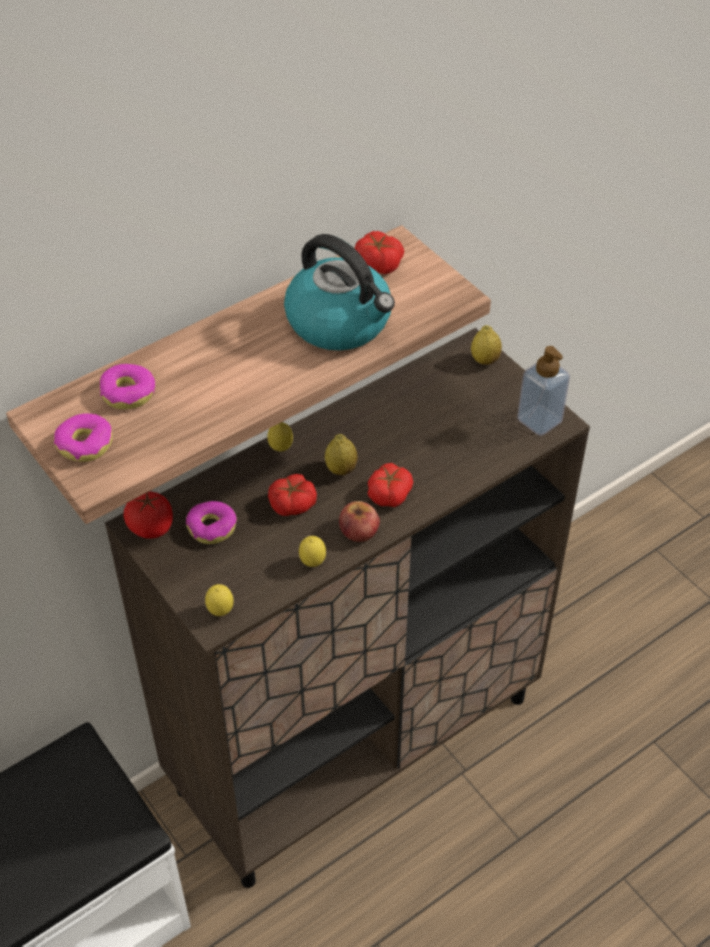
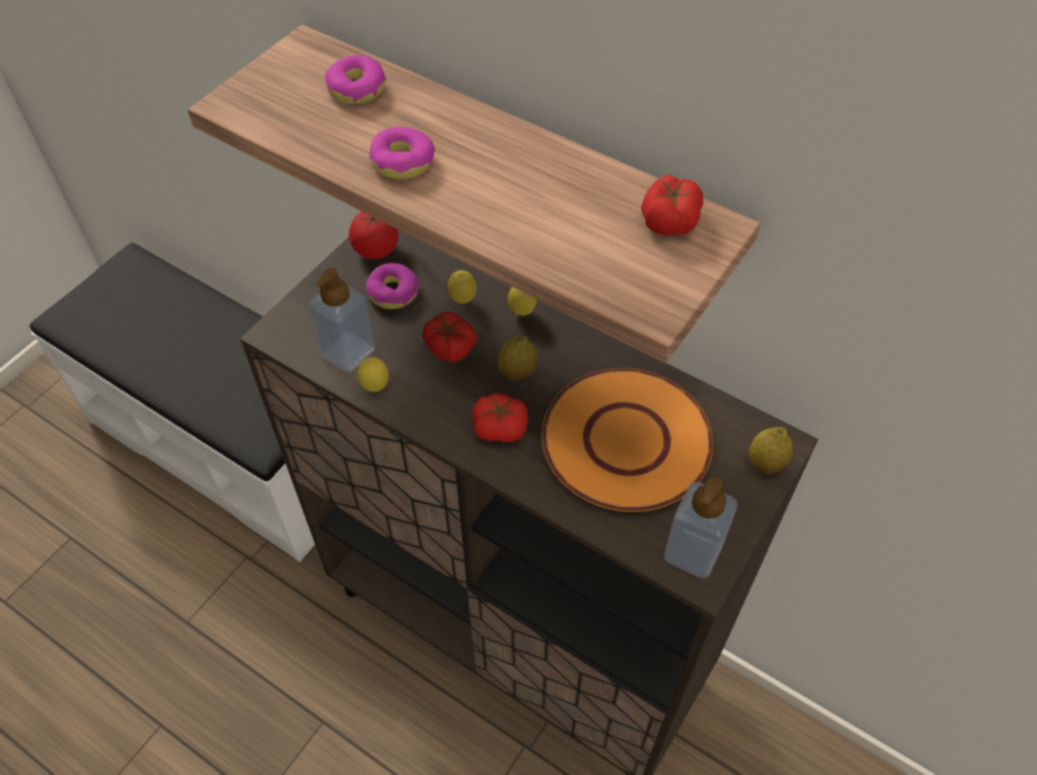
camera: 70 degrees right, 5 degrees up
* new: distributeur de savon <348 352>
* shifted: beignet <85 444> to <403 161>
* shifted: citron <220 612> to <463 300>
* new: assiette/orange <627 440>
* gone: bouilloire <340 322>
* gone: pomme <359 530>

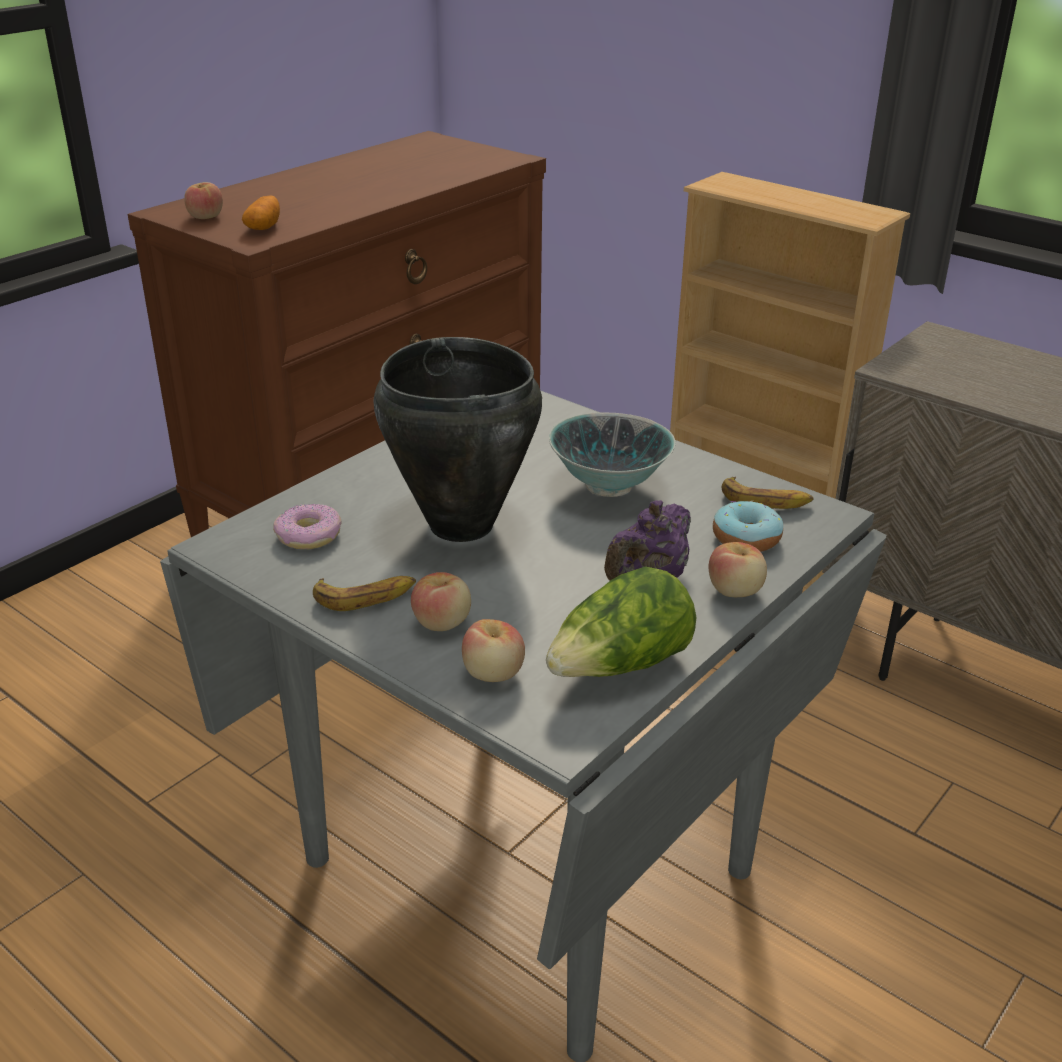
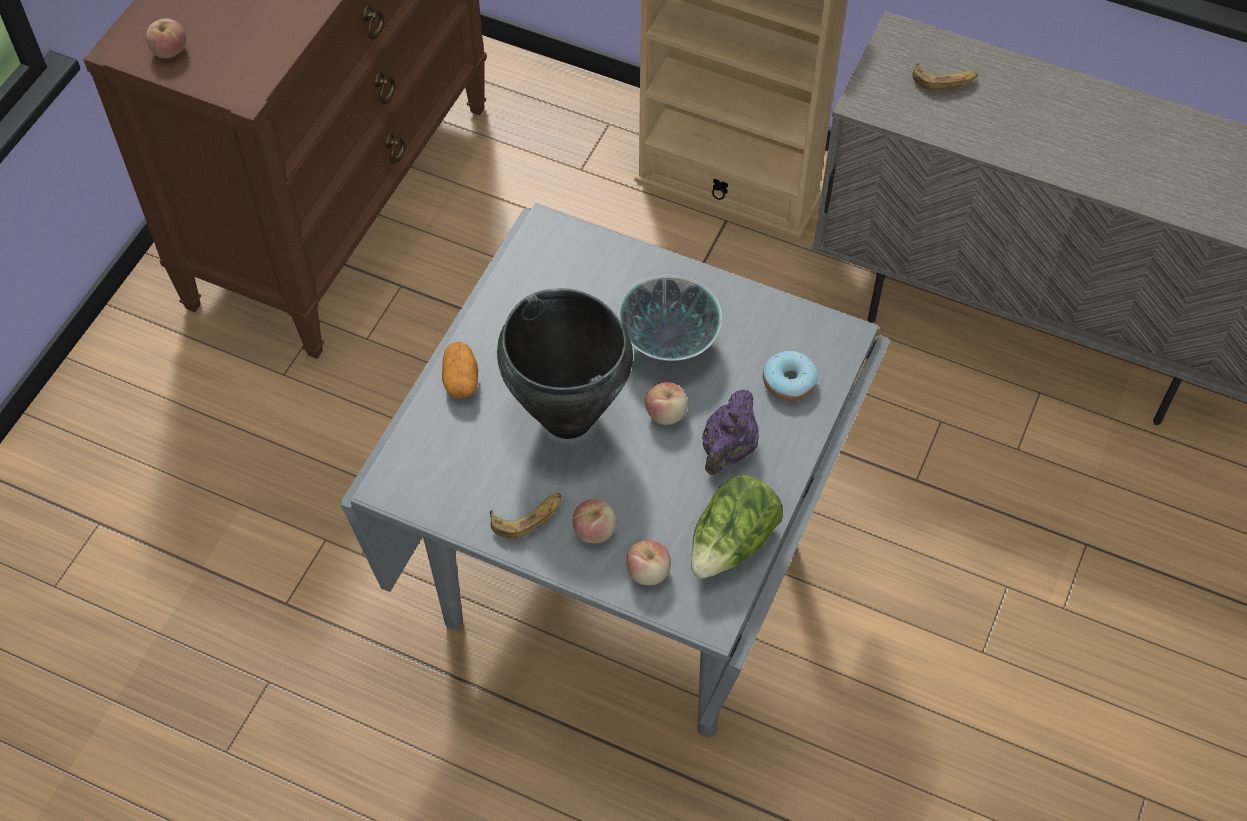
camera: 15 degrees left, 25 degrees up
* shifted: pomme de terre <263 227> to <461 379>
* shifted: pomme <735 591> to <666 414>
* shifted: banane <765 501> to <944 80>
* gone: beignet <309 536>

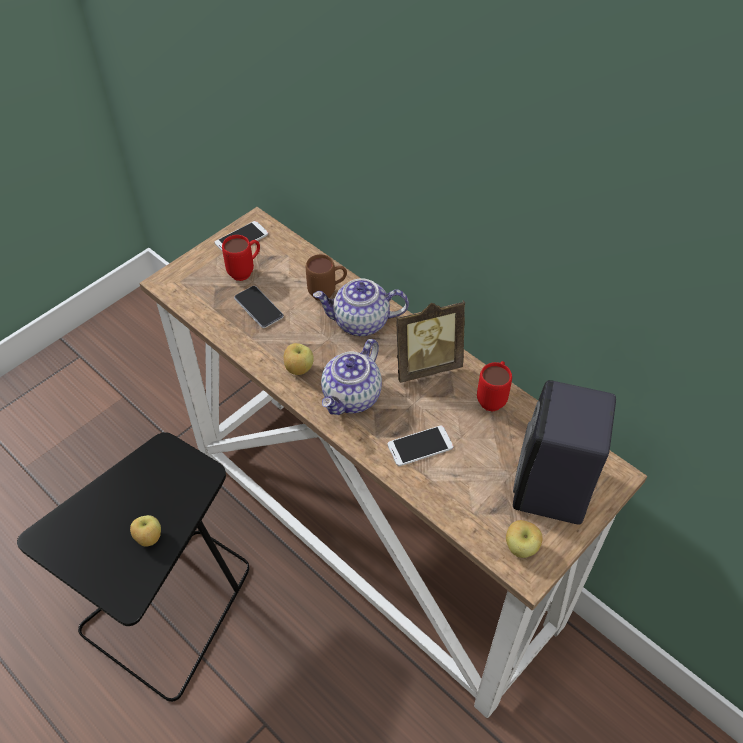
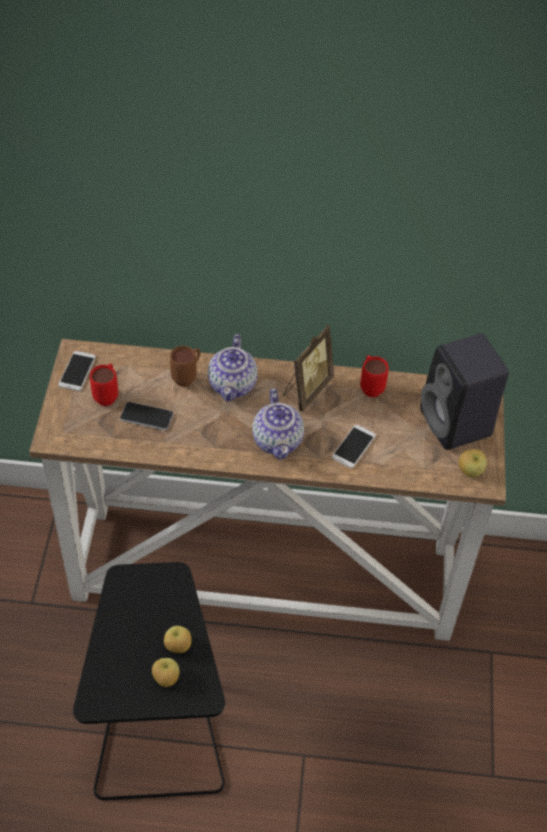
camera: 40 degrees left, 0 degrees up
* shifted: pomme <299 369> to <166 679>
* rotated: théière <360 322> = <233 385> 45 degrees counterclockwise

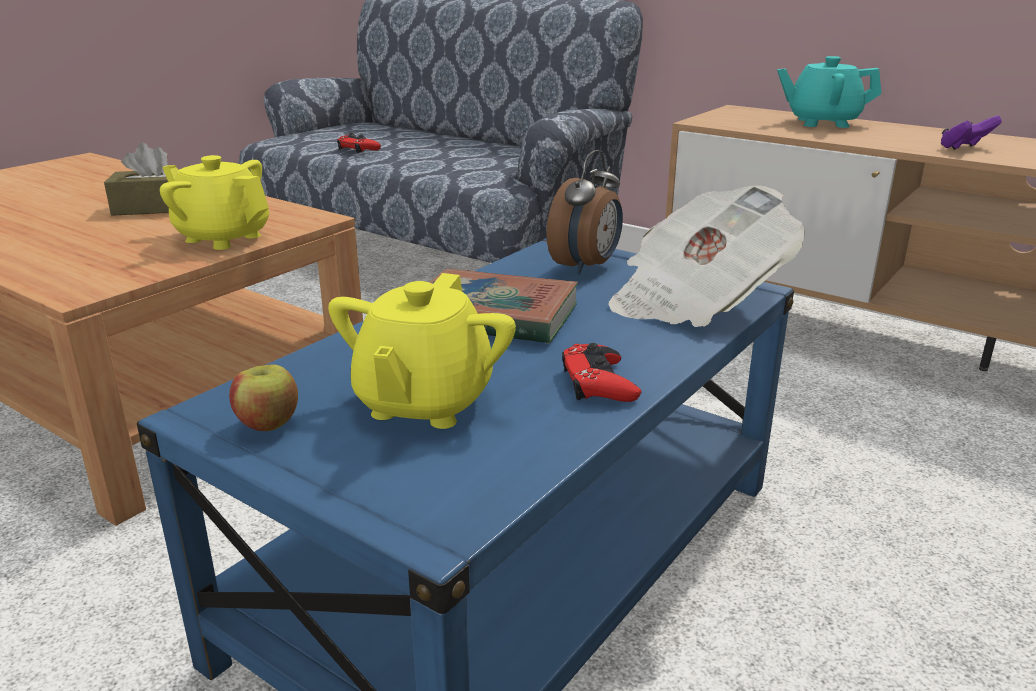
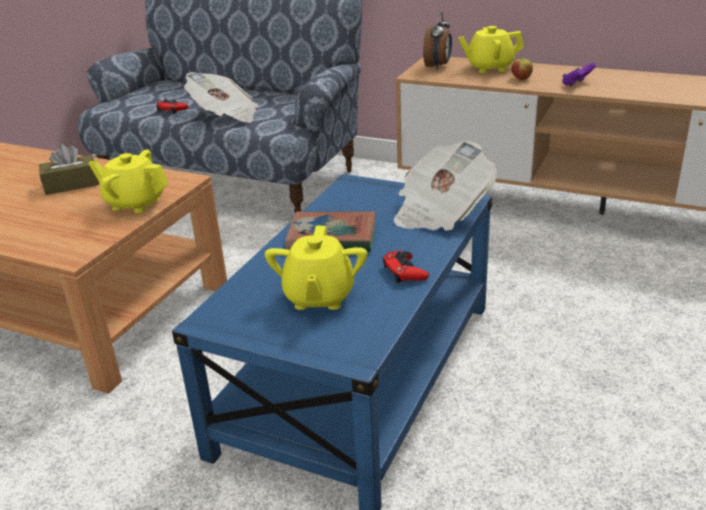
camera: 10 degrees left, 5 degrees up
* new: journal <225 115>
* shifted: réveil <586 267> to <438 66>
* repainted: théière/turquoise <822 123> to théière/jaune <489 68>
* shifted: pomme <267 424> to <521 78>

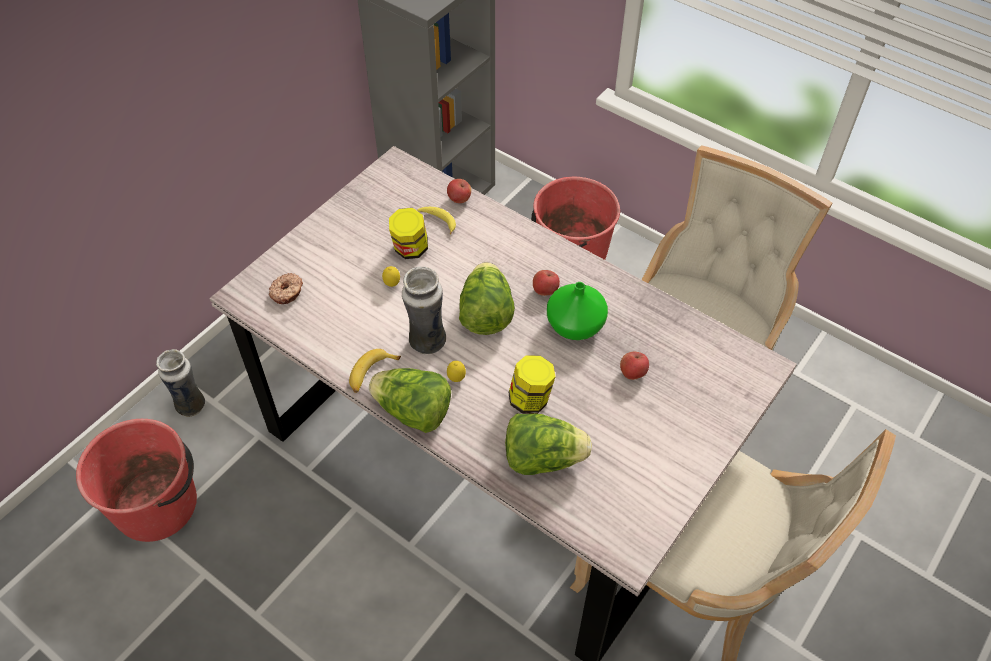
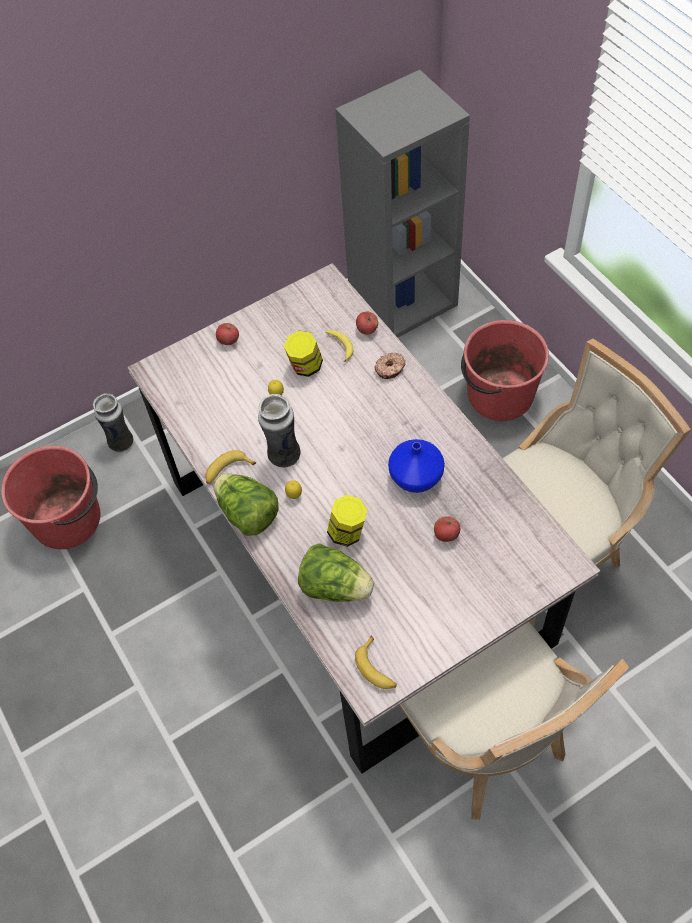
camera: 25 degrees right, 5 degrees up
* shifted: pomme <545 291> to <228 341>
* new: banane <377 668>
* shifted: beignet <287 292> to <390 369>
* repainted: vase/vert <576 325> to vase/bleu <417 476>
* gone: laitue <485 314>

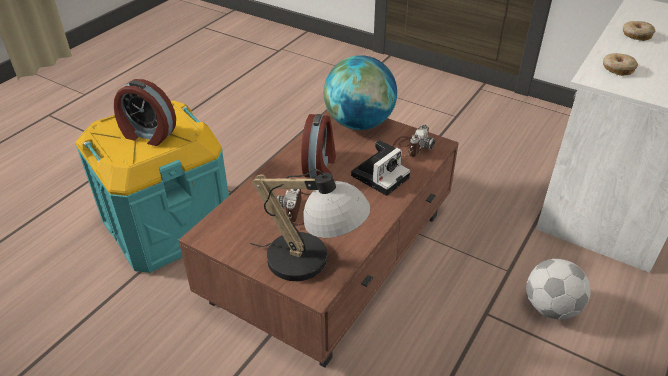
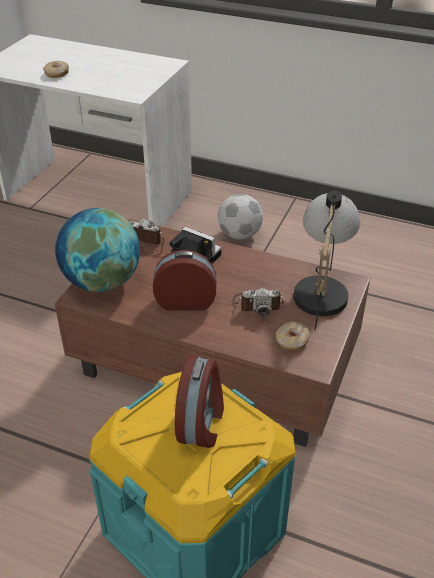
camera: 100 degrees left, 0 degrees up
* shifted: beignet <617 69> to <292 341>

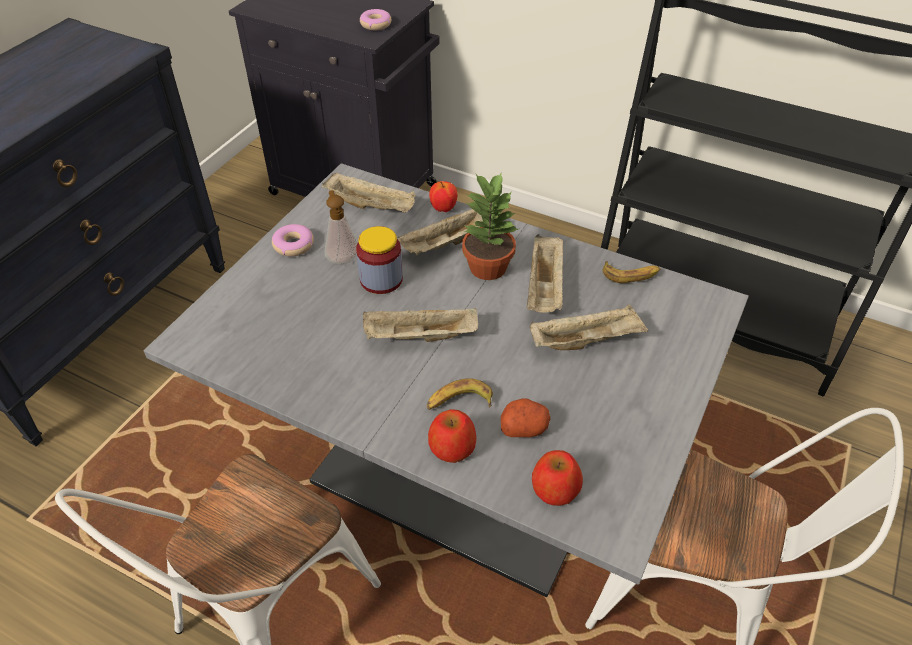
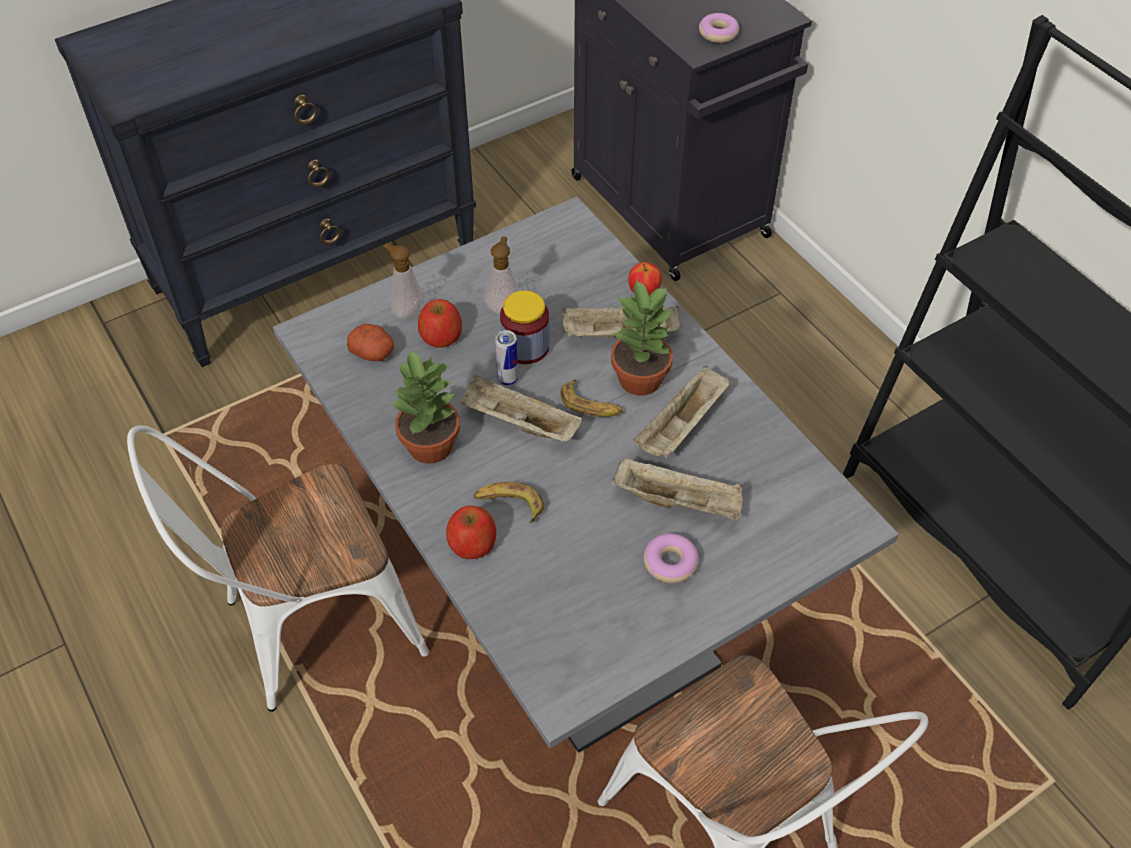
camera: 30 degrees right, 5 degrees up
* shifted: pomme de terre <524 427> to <373 352>
* new: distributeur de savon <406 311>
* new: plante en pot <430 447>
* shifted: pomme <555 488> to <441 335>
* new: boîte métallique <507 379>
* shifted: banane <631 275> to <591 405>
* shifted: beignet <293 245> to <670 562>
* gone: plateau/beige <372 206>

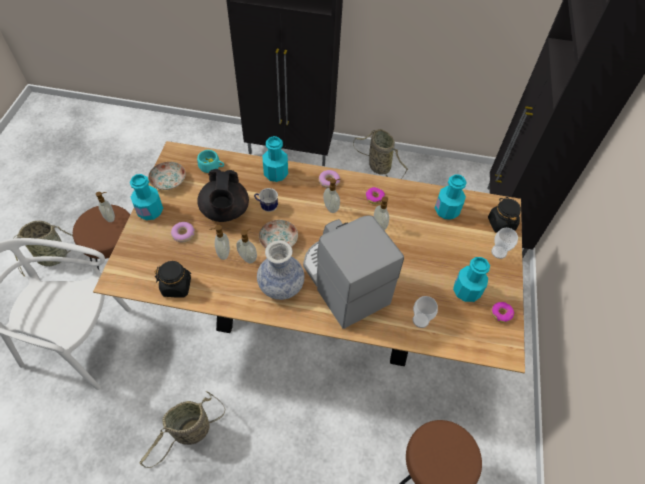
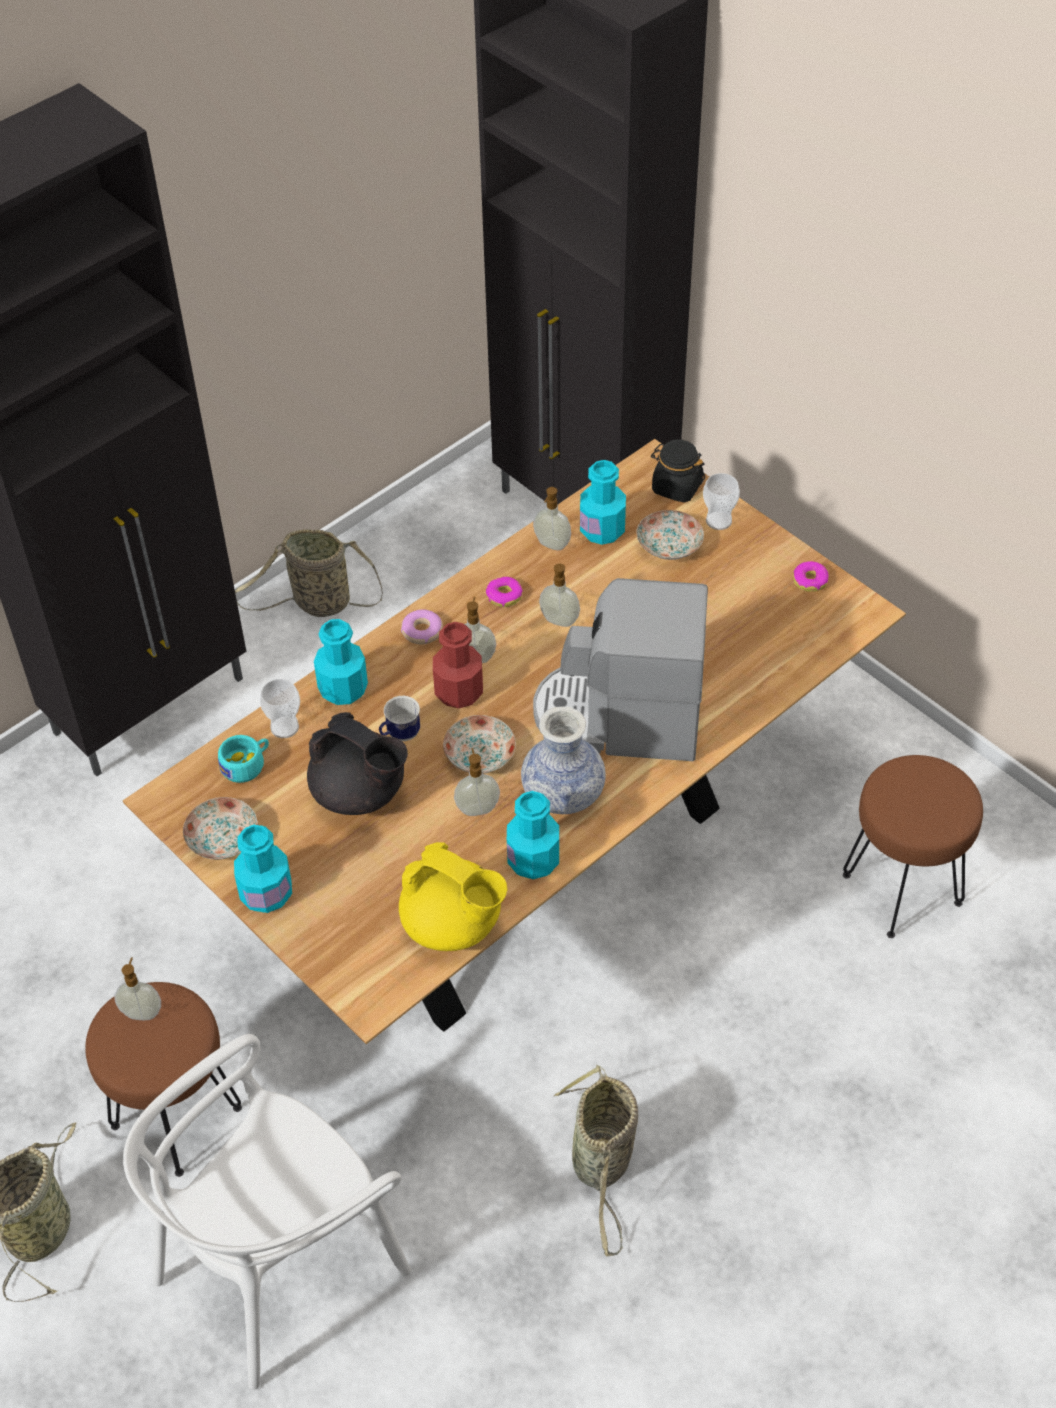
camera: 50 degrees left, 5 degrees down
* shifted: tasse <420 320> to <284 727>
* swapped: bocal/noir <177 286> to théière/jaune <453 924>
* new: bouteille/rouge <459 691>
* shifted: bouteille/turquoise <466 291> to <533 860>
* shifted: distributeur de savon <223 253> to <551 544>
* new: assiette <670 545>
* gone: beignet <183 234>

